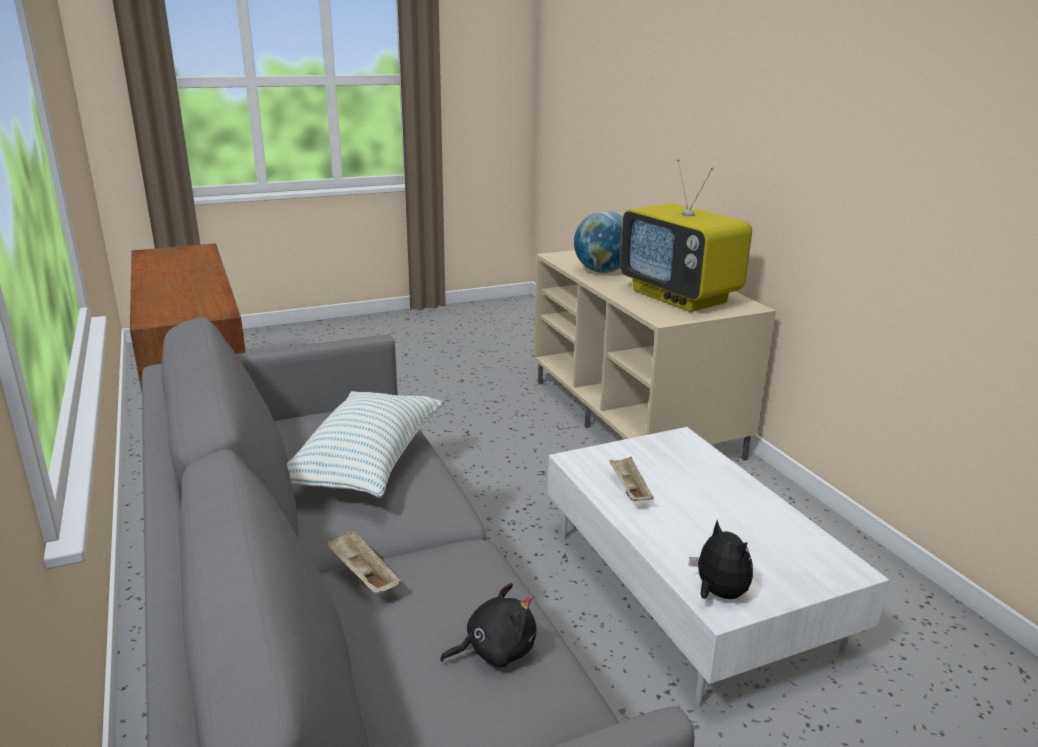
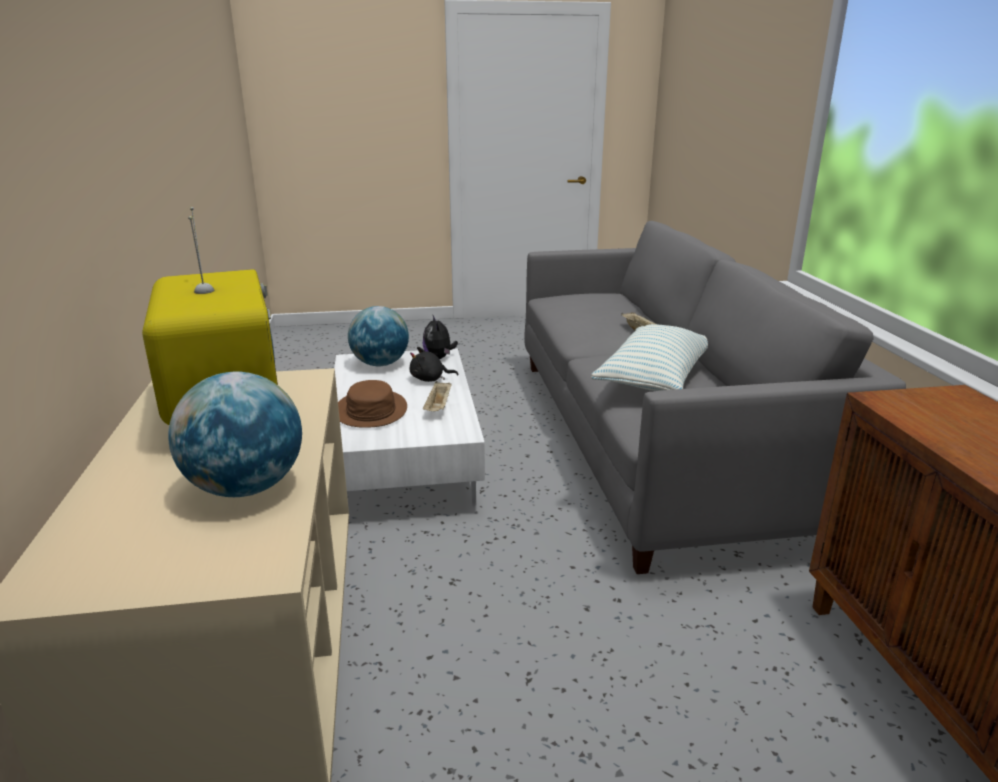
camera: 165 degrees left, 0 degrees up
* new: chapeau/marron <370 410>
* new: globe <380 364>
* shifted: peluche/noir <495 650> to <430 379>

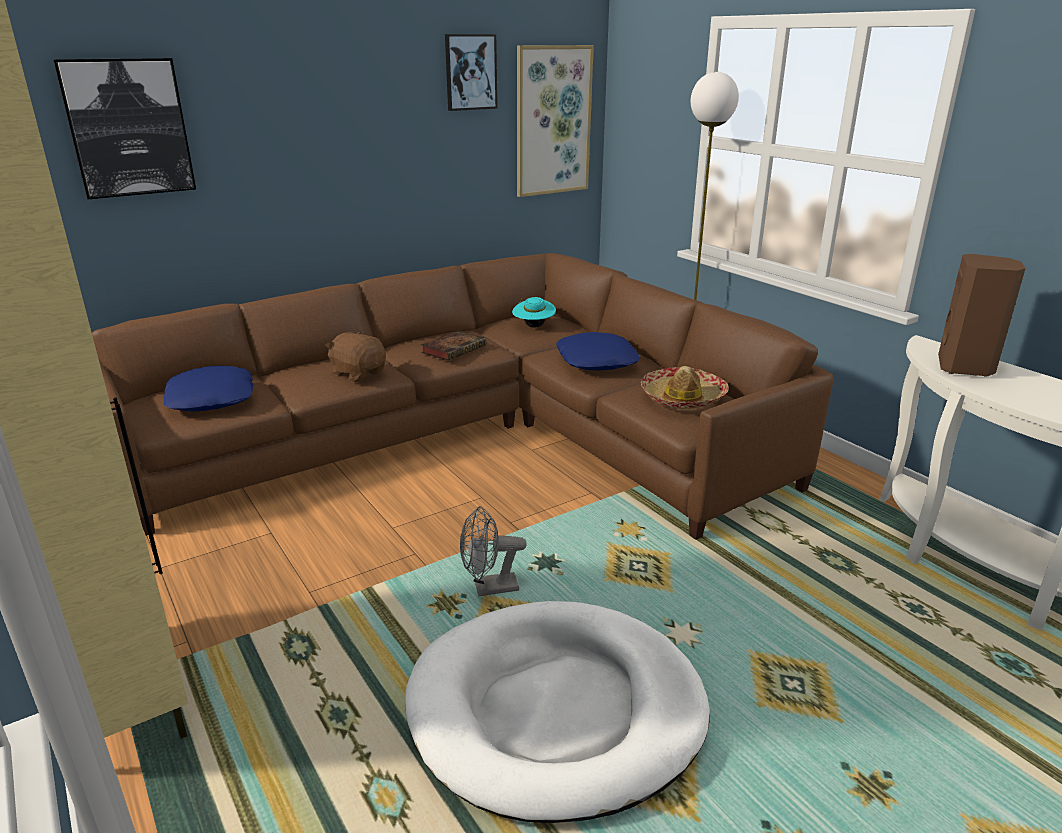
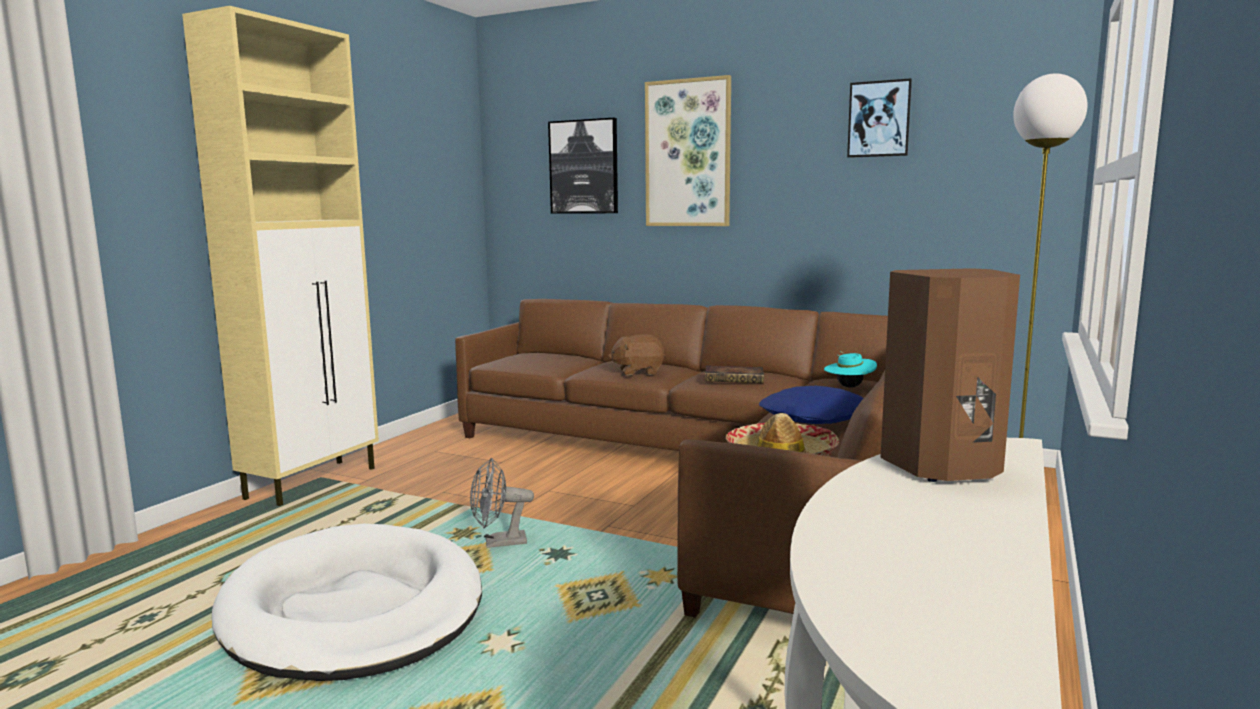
camera: 60 degrees right, 15 degrees down
* rotated: ventilateur/gris <489 589> = <498 543> 60 degrees counterclockwise
* rotated: peluche/marron <358 373> = <638 372> 105 degrees counterclockwise
* shifted: tableau <552 121> to <688 153>
* gone: coussin/bleu <212 398>

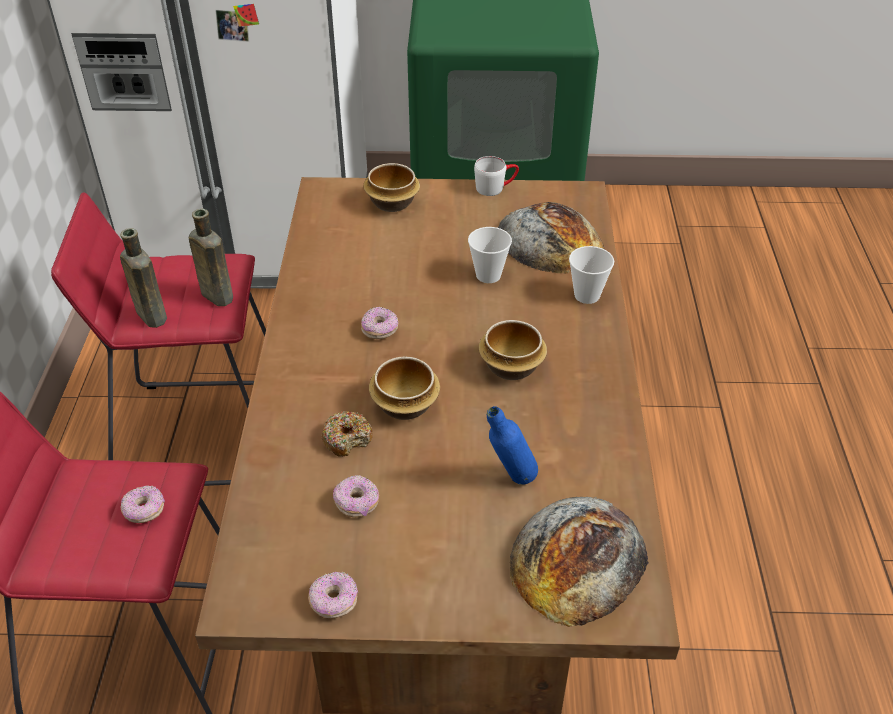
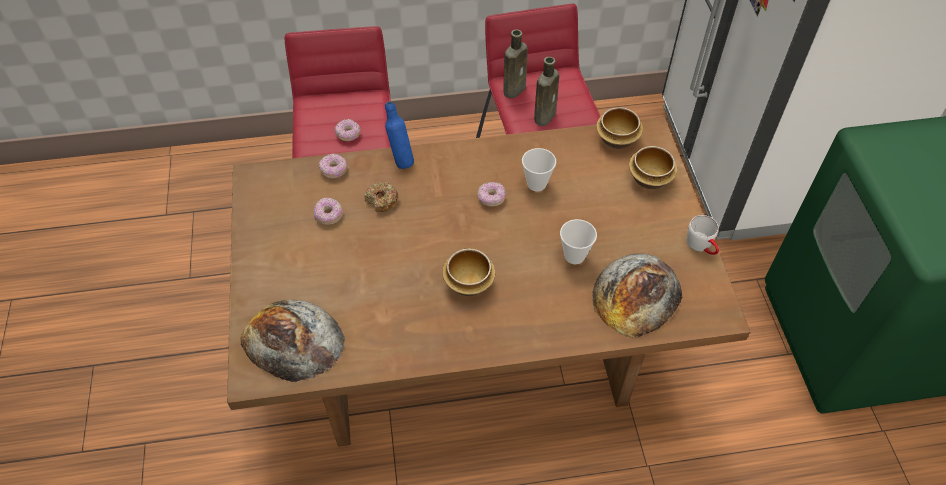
camera: 80 degrees right, 10 degrees up
* shifted: beignet <334 602> to <334 170>
* shifted: bouteille/bleu <510 480> to <401 160>
* shifted: tasse <587 295> to <536 184>
* shifted: bol <406 404> to <618 139>

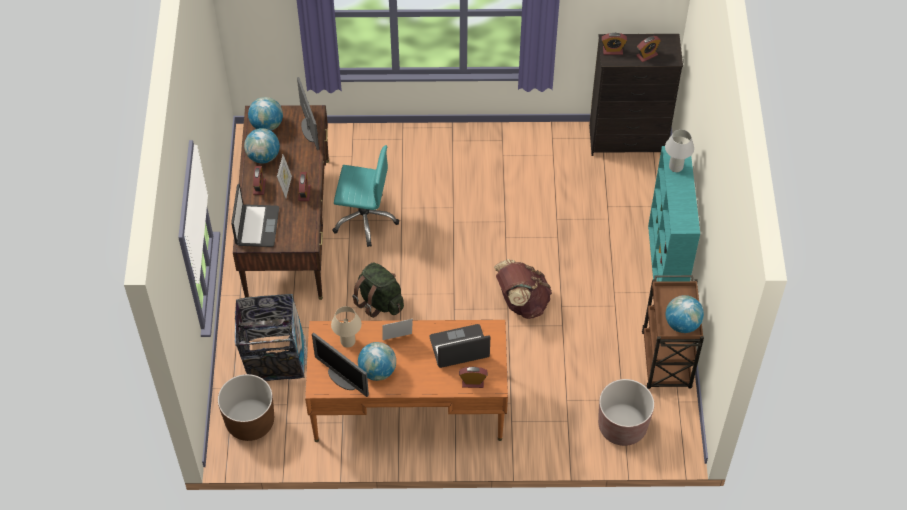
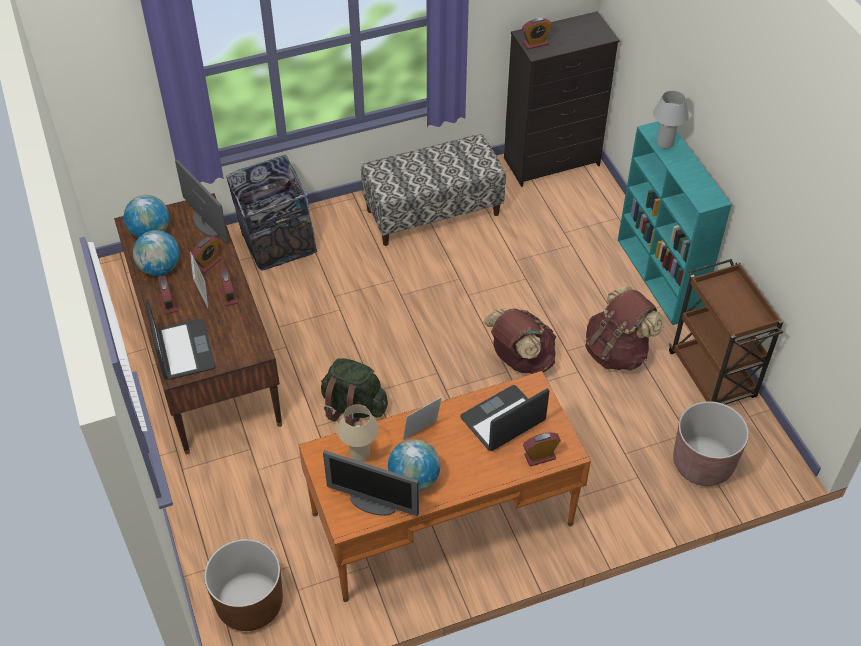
camera: 20 degrees left, 5 degrees down
* shifted: réveil <647 55> to <208 263>
* shifted: poubelle <275 359> to <277 245>
* new: banc <433 212>
* new: sac à dos/marron <617 352>
* gone: chaise de bureau/turquoise <365 219>
* gone: globe <682 324>

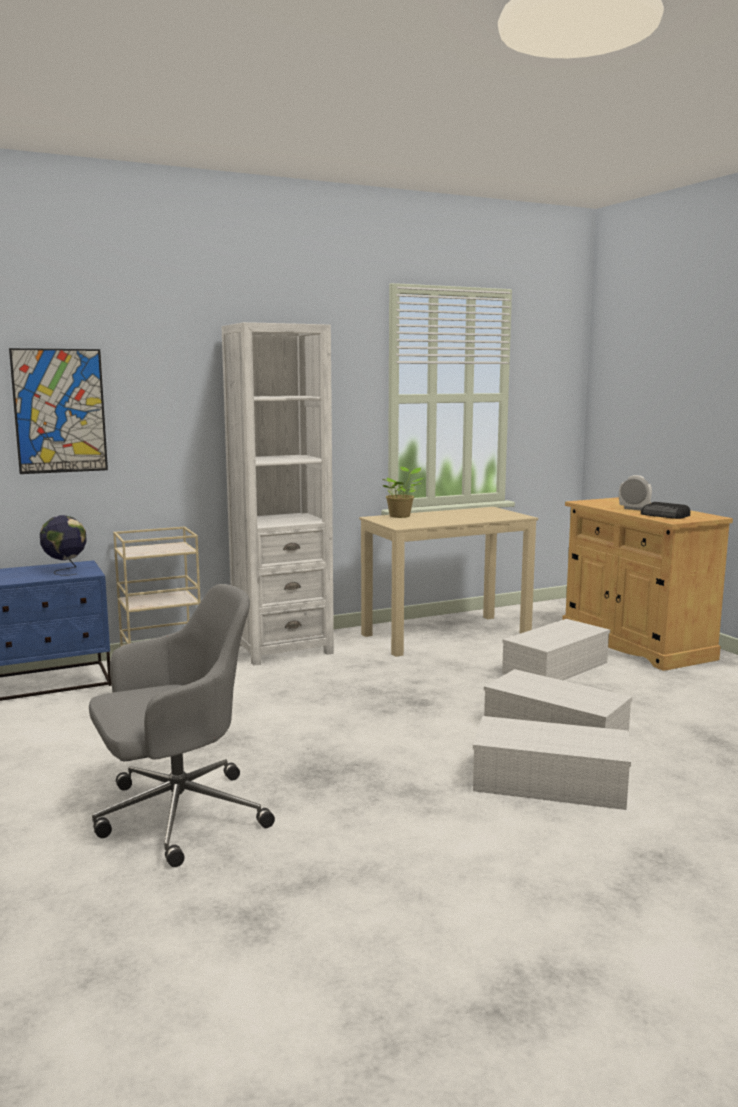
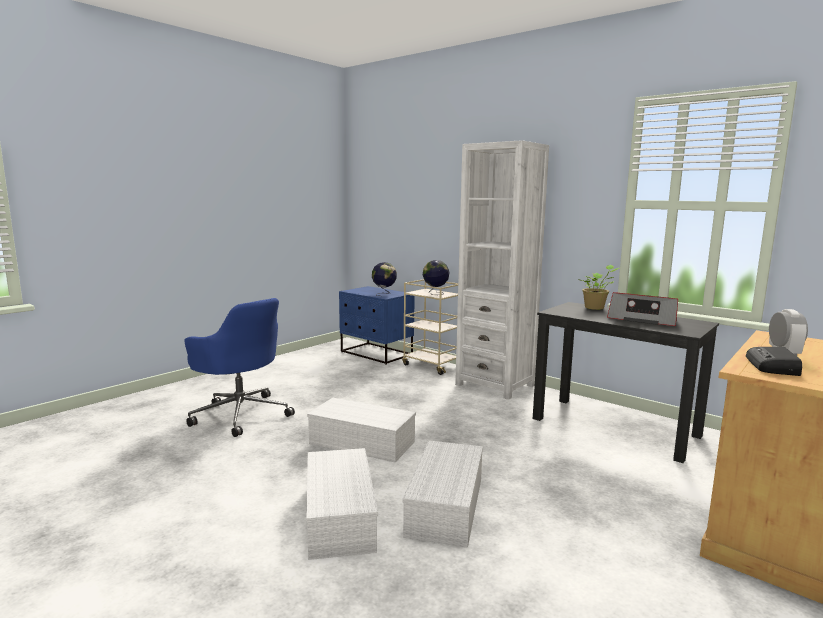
camera: 65 degrees right, 0 degrees up
* repainted: chaise de bureau/gris <176 815> to chaise de bureau/bleu <240 414>
* shifted: boîte de rangement/blanc <555 667> to <364 442>
* new: globe <435 294>
* repainted: bureau/beige <446 634> to bureau/noir <615 427>
* new: radio <642 319>
* gone: tableau <60 411>

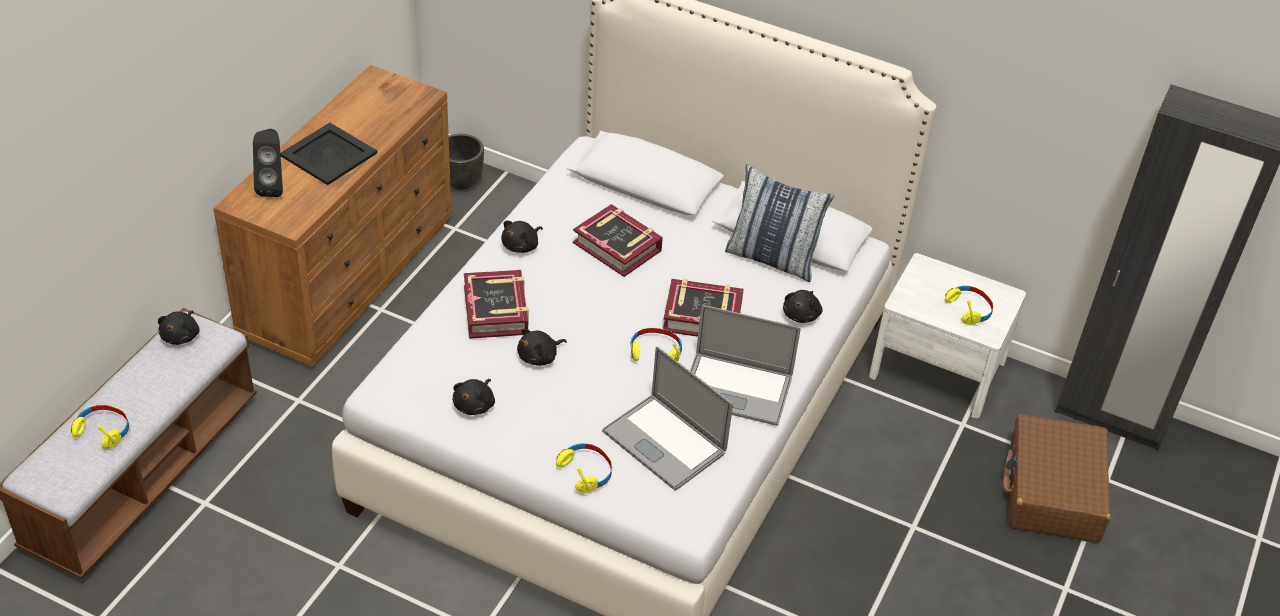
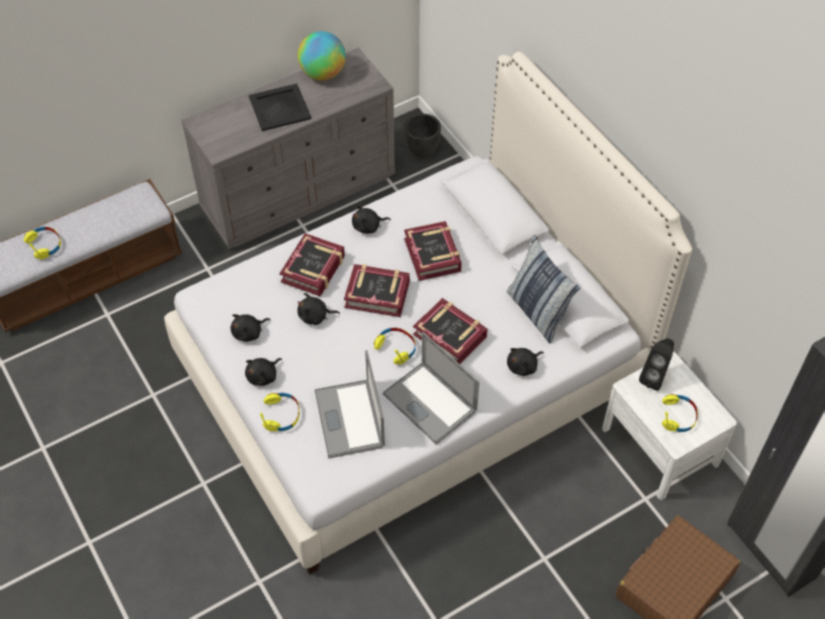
camera: 35 degrees right, 10 degrees up
* repainted: commode/marron <349 275> to commode/gris <300 191>
* shifted: peluche/noir <181 336> to <263 376>
* new: globe <323 73>
* new: livre <377 294>
* shifted: enceinte/noir <273 186> to <654 377>

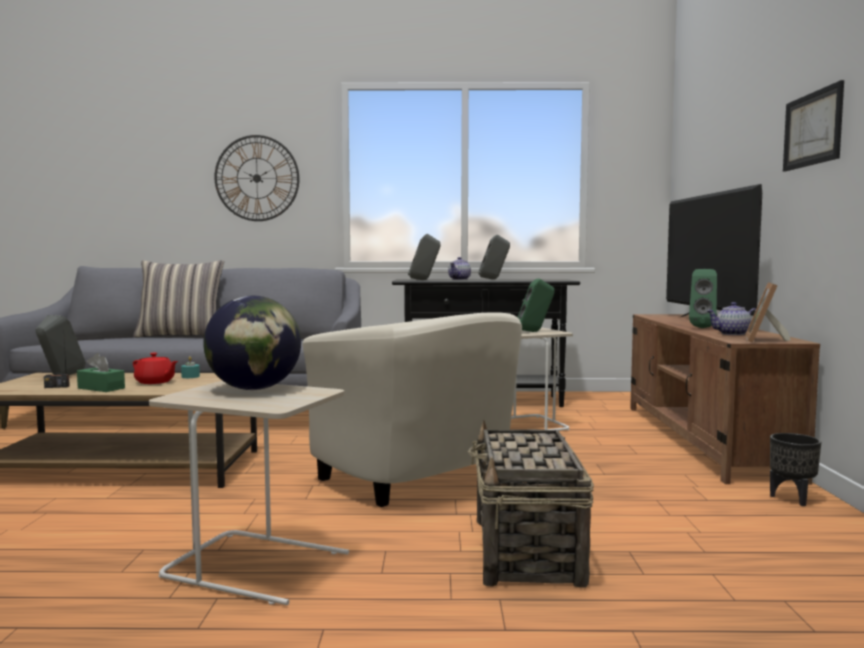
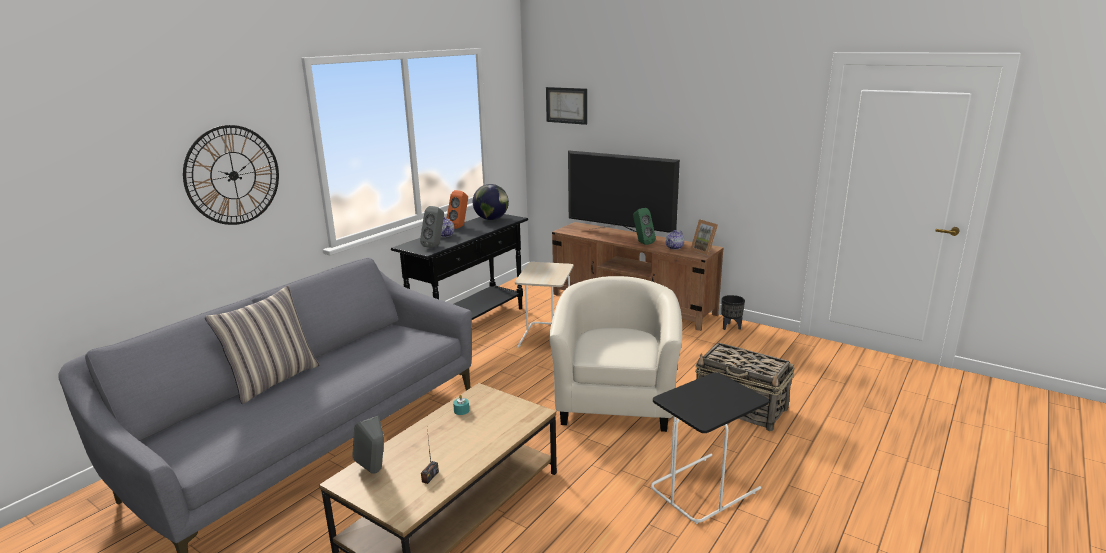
camera: 55 degrees left, 15 degrees up
* repainted: enceinte/gris <494 279> to enceinte/orange <460 227>
* shifted: globe <254 389> to <491 219>
* shifted: tableau <813 129> to <566 105>
* rotated: fauteuil/beige <420 480> = <616 401> 75 degrees counterclockwise
* repainted: table d'appoint/beige <257 565> to table d'appoint/noir <704 487>
* gone: boîte à mouchoirs/vert <101 388>
* gone: théière/rouge <155 382>
* gone: enceinte/vert <535 331>

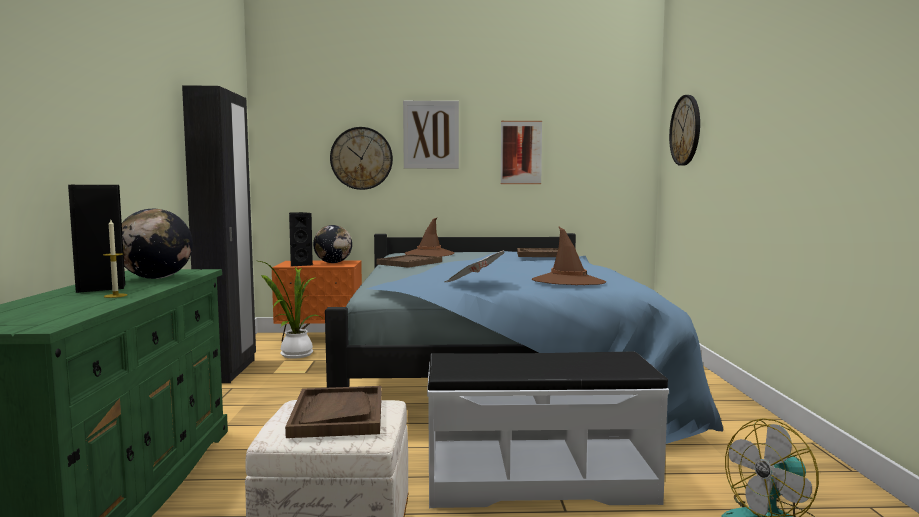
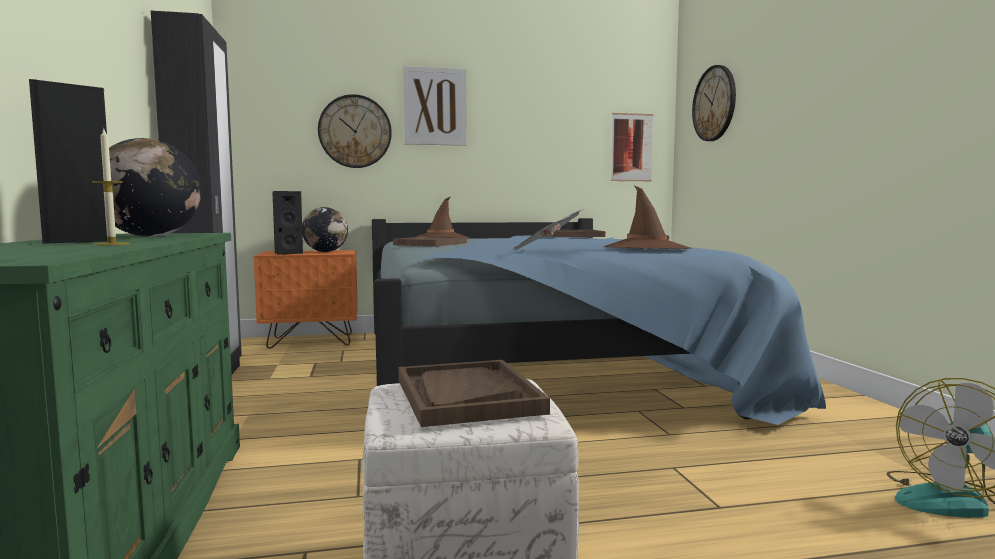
camera: 10 degrees left, 0 degrees up
* shifted: tableau <521 152> to <631 147>
* gone: plante en pot <293 355>
* gone: banc/blanc <538 481>

